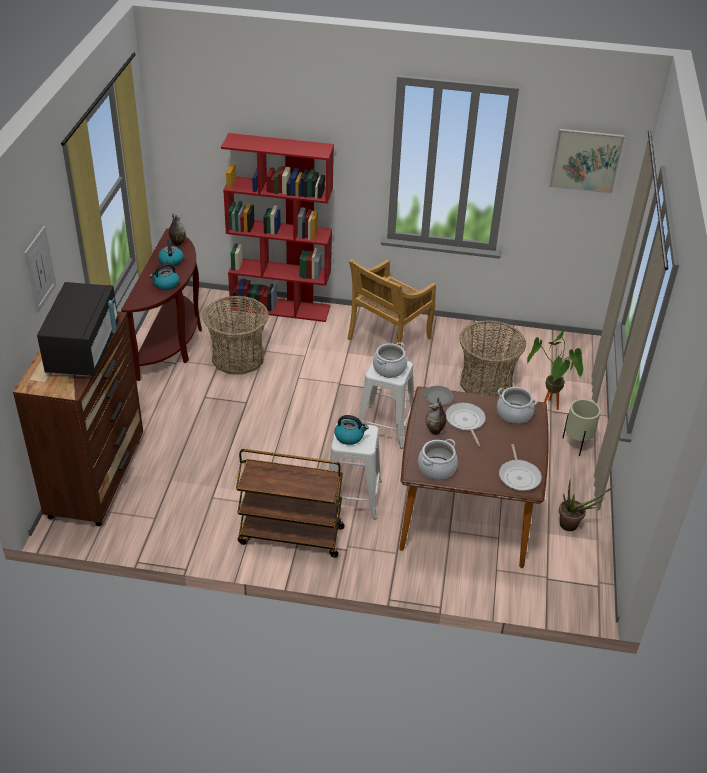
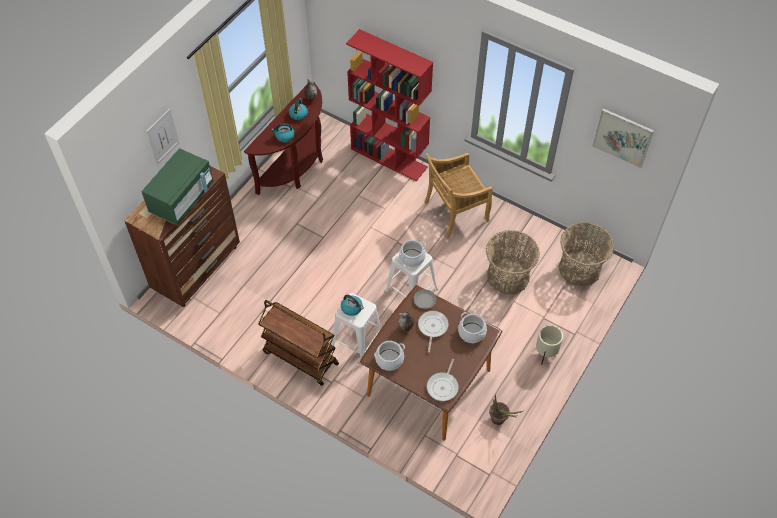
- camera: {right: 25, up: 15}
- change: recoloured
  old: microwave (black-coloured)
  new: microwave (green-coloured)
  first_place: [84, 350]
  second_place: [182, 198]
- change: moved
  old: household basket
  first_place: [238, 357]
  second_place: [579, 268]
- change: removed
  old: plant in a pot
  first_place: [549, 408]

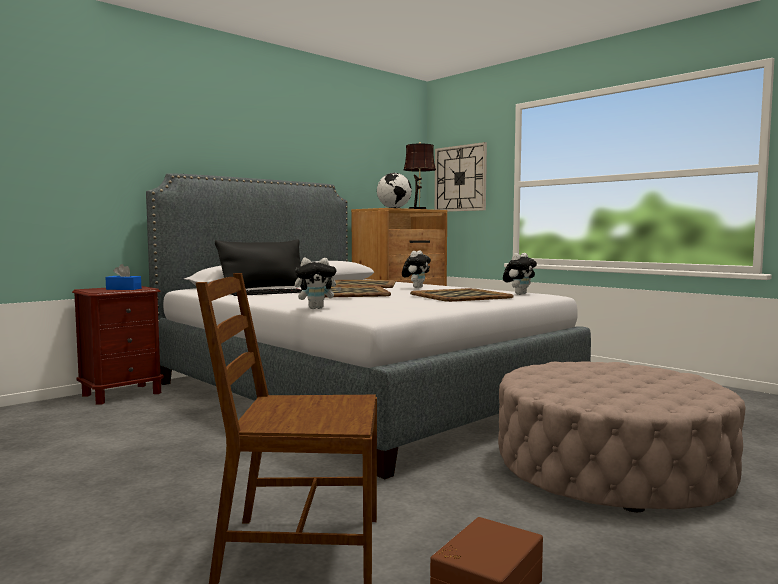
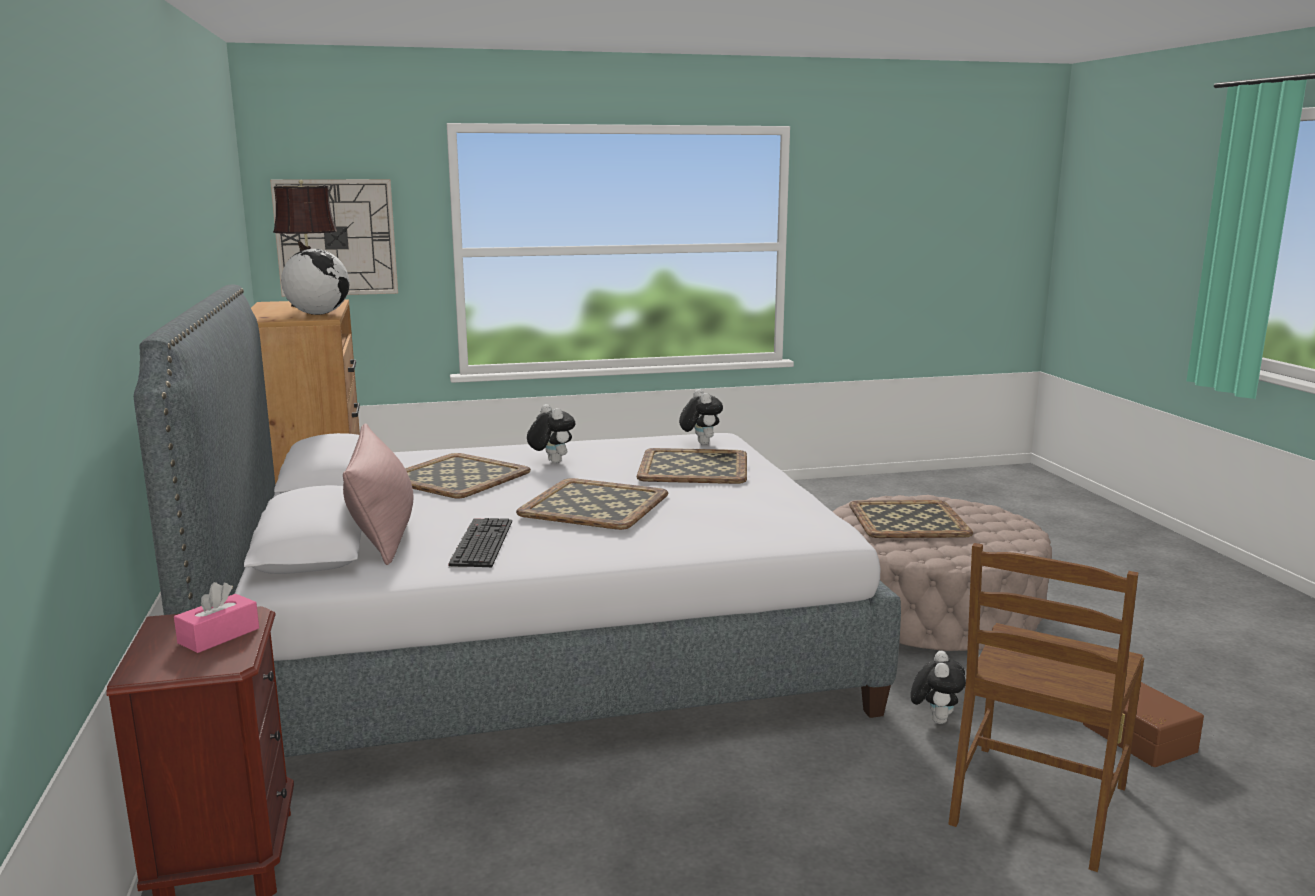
- camera: {right: -60, up: 10}
- change: recoloured
  old: box of tissues (blue)
  new: box of tissues (pink)
  first_place: [123, 289]
  second_place: [219, 636]
- change: recoloured
  old: pillow (black-coloured)
  new: pillow (pink)
  first_place: [264, 288]
  second_place: [382, 532]
- change: moved
  old: cuddly toy
  first_place: [317, 308]
  second_place: [935, 719]
- change: added
  new: carrying tray
  second_place: [909, 520]

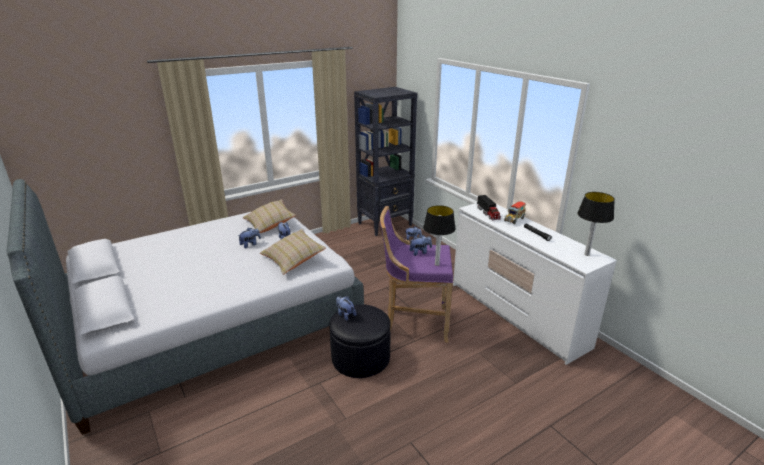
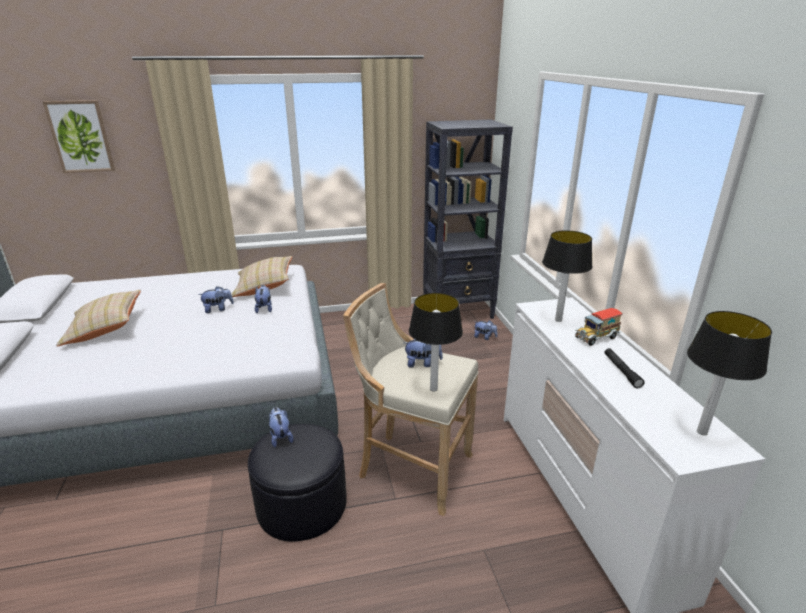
- camera: {right: 20, up: 0}
- change: moved
  old: pillow (sand-coloured)
  first_place: [293, 260]
  second_place: [105, 329]
- change: recoloured
  old: sitting stool (purplish)
  new: sitting stool (sand-coloured)
  first_place: [414, 323]
  second_place: [411, 468]
- change: replaced
  old: toy lorry
  new: tabletop lamp
  first_place: [488, 213]
  second_place: [558, 320]
- change: added
  new: wall art
  second_place: [81, 136]

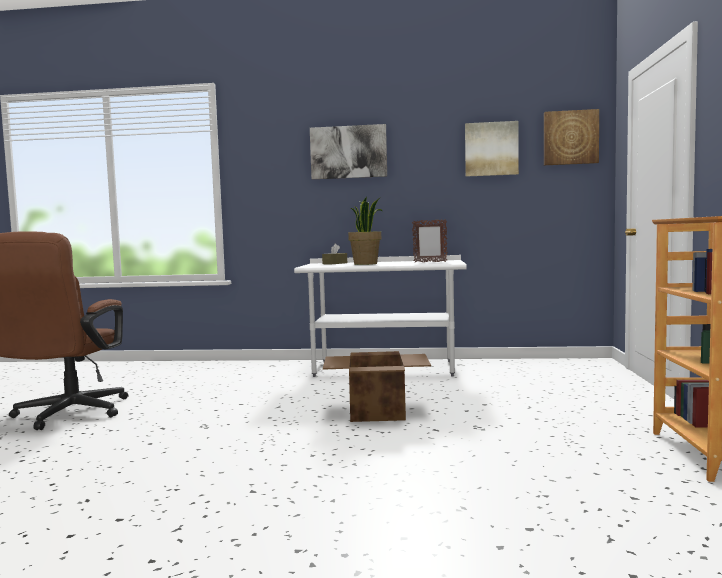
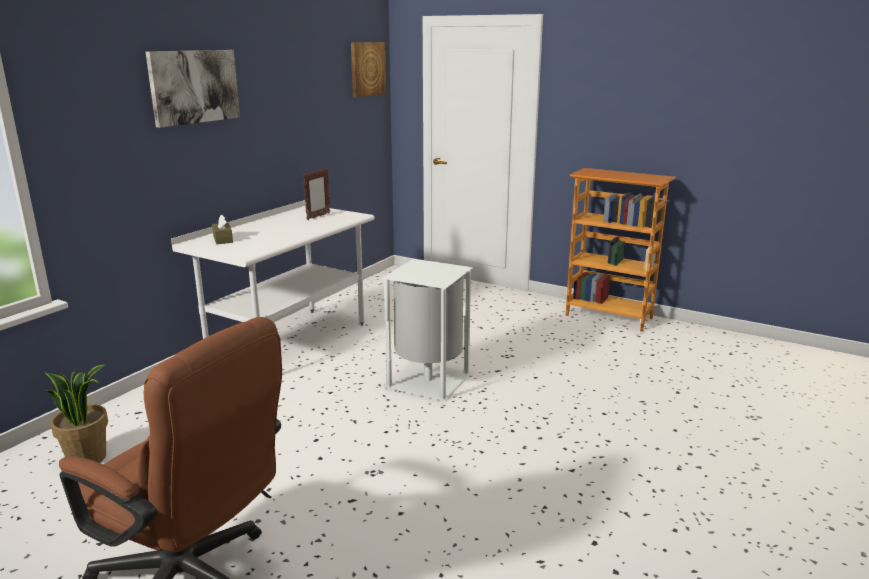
- camera: {right: -65, up: 15}
- change: replaced
  old: packing box
  new: rubbish bin (white)
  first_place: [378, 412]
  second_place: [430, 380]
- change: moved
  old: plant in a pot
  first_place: [366, 264]
  second_place: [88, 458]
- change: removed
  old: wall art
  first_place: [491, 149]

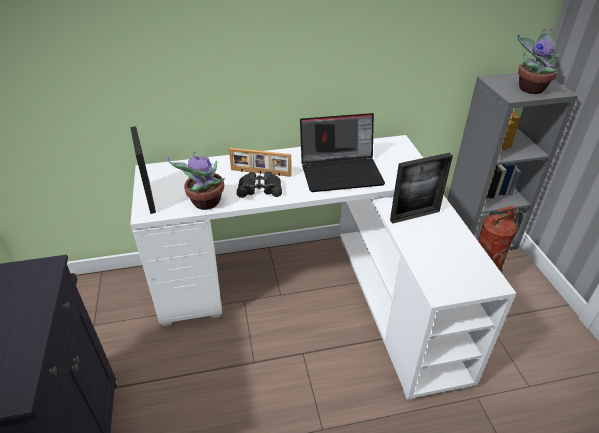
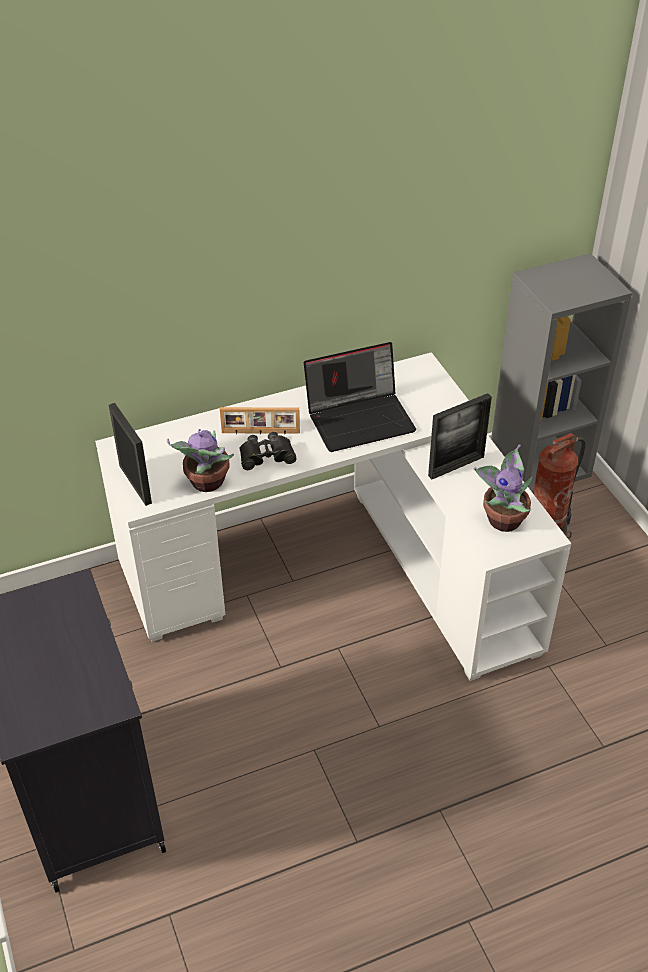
- camera: {right: -10, up: 5}
- change: moved
  old: plant in a pot
  first_place: [530, 88]
  second_place: [502, 518]

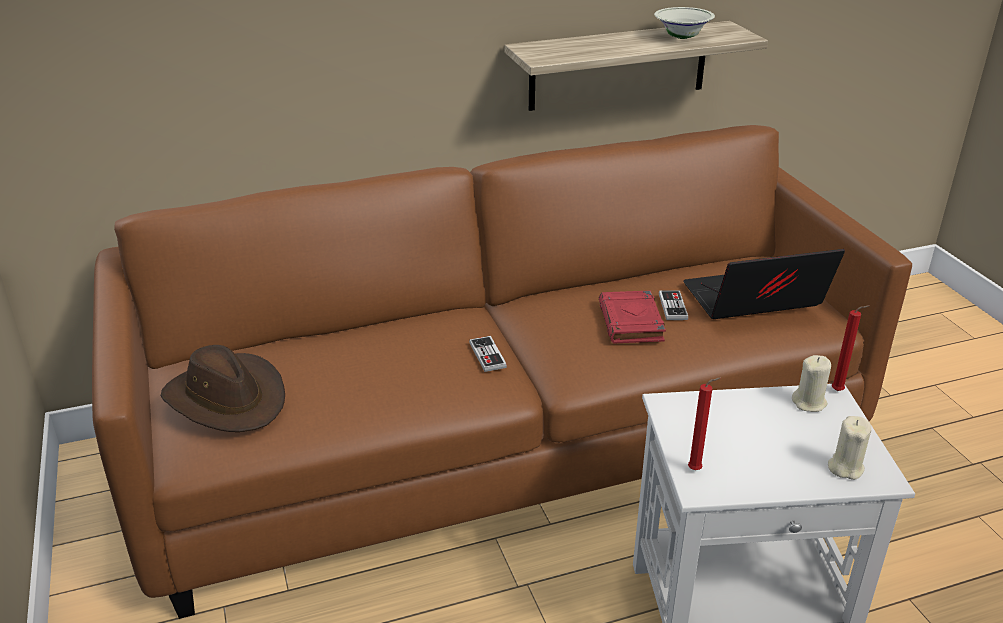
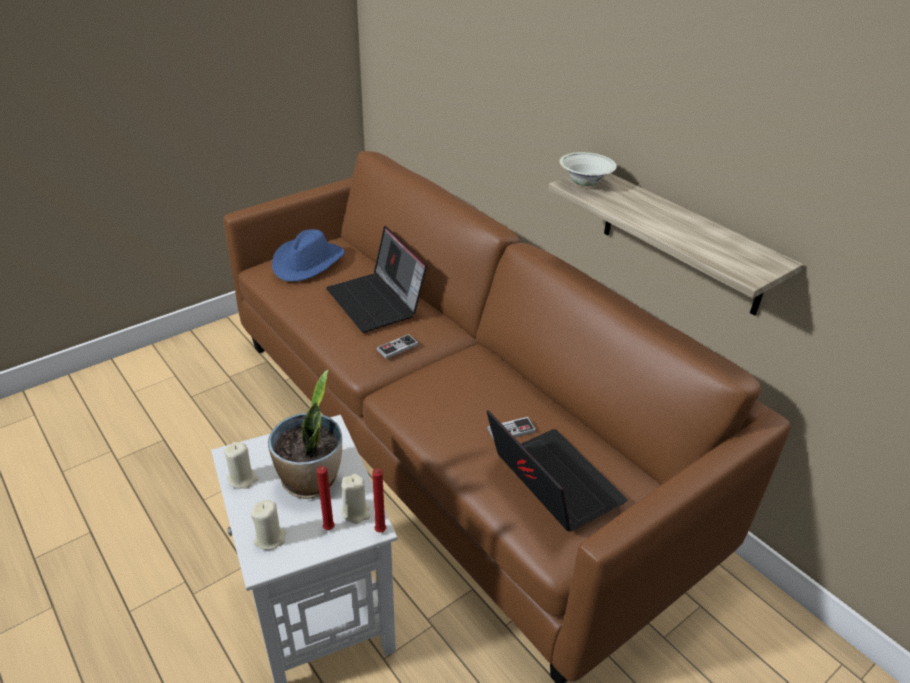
- camera: {right: 70, up: 5}
- change: recoloured
  old: wearable hat (brown)
  new: wearable hat (blue)
  first_place: [227, 398]
  second_place: [308, 262]
- change: removed
  old: volume (red-coloured)
  first_place: [631, 323]
- change: moved
  old: deep dish (white)
  first_place: [682, 37]
  second_place: [585, 183]
- change: moved
  old: wax candle (red-coloured)
  first_place: [697, 470]
  second_place: [329, 530]
- change: added
  new: wax candle (sand-coloured)
  second_place: [243, 479]
- change: added
  new: plant in a pot
  second_place: [311, 480]
- change: added
  new: portable computer
  second_place: [377, 302]

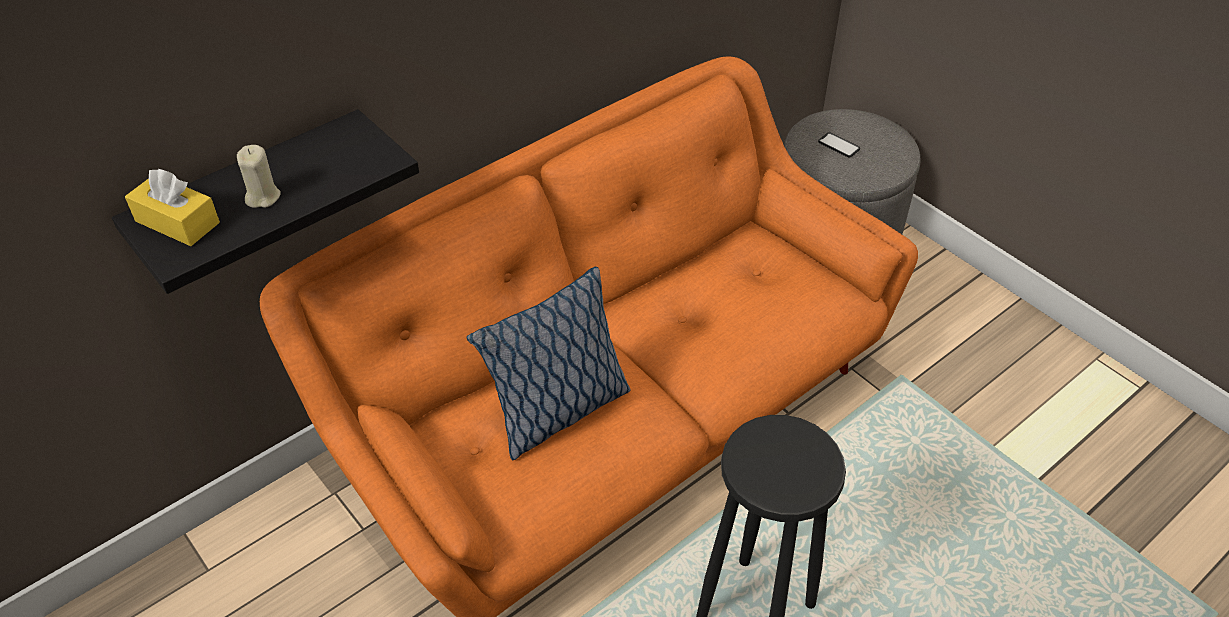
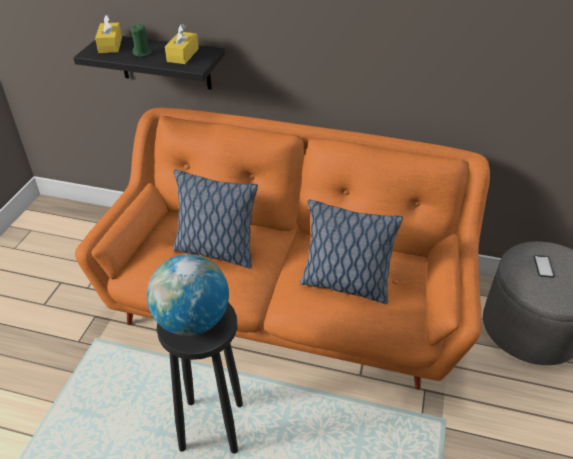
- camera: {right: 55, up: -5}
- change: recoloured
  old: wax candle (sand-coloured)
  new: wax candle (green-coloured)
  first_place: [262, 197]
  second_place: [142, 53]
- change: added
  new: globe
  second_place: [192, 321]
- change: added
  new: box of tissues (yellow)
  second_place: [183, 55]
- change: added
  new: pillow
  second_place: [344, 284]

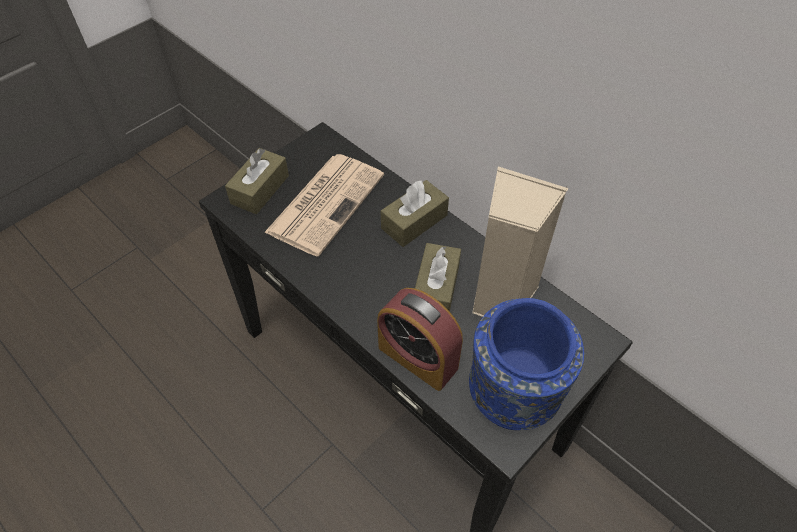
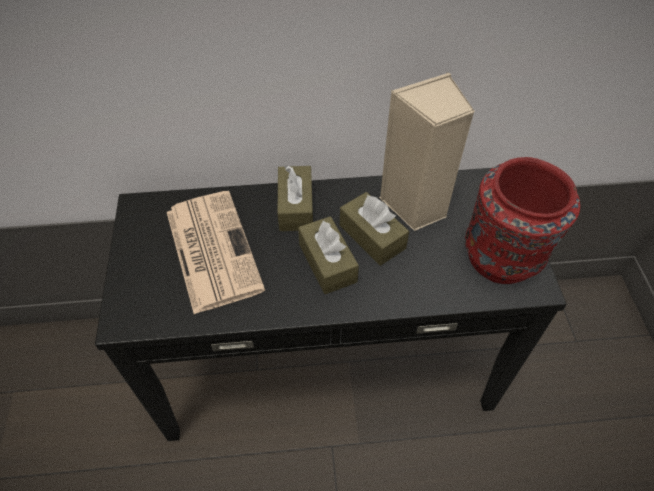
- camera: {right: -50, up: 0}
- change: moved
  old: box of tissues (brown)
  first_place: [260, 189]
  second_place: [327, 263]
- change: removed
  old: bedside clock
  first_place: [418, 357]
- change: recoloured
  old: vase (blue)
  new: vase (red-coloured)
  first_place: [512, 397]
  second_place: [503, 257]

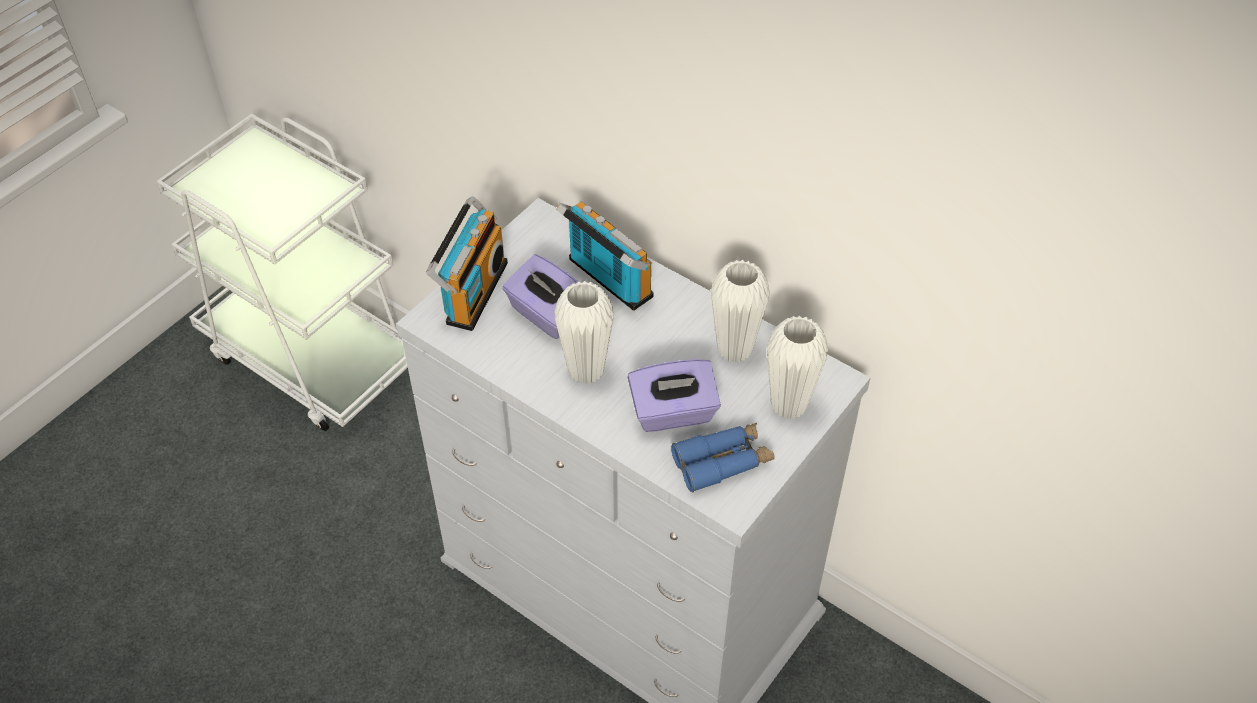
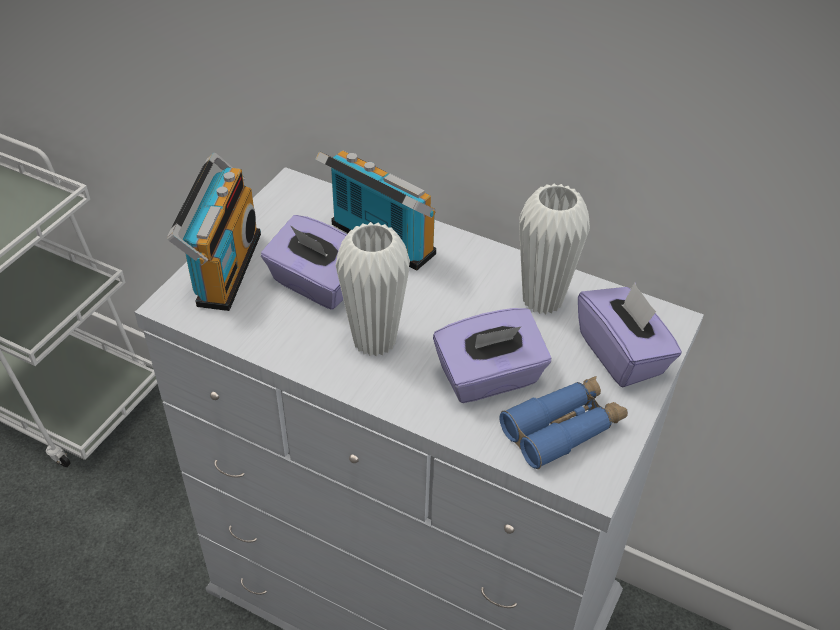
- camera: {right: -10, up: -5}
- change: replaced
  old: vase (white)
  new: box of tissues (purplish)
  first_place: [788, 405]
  second_place: [622, 354]

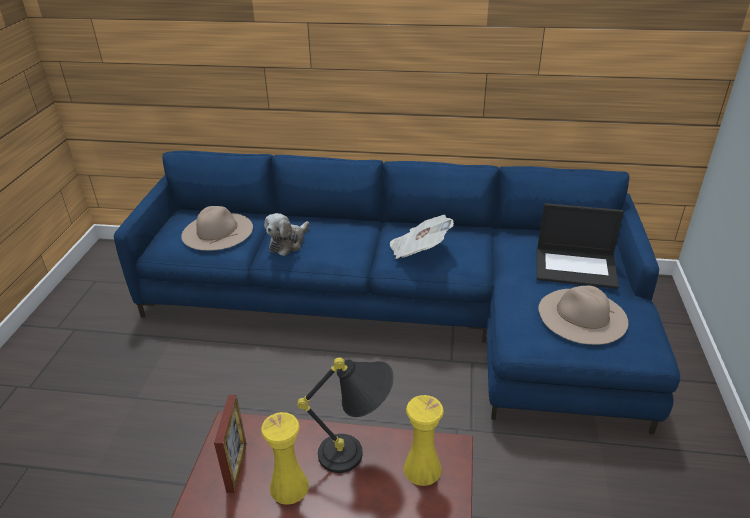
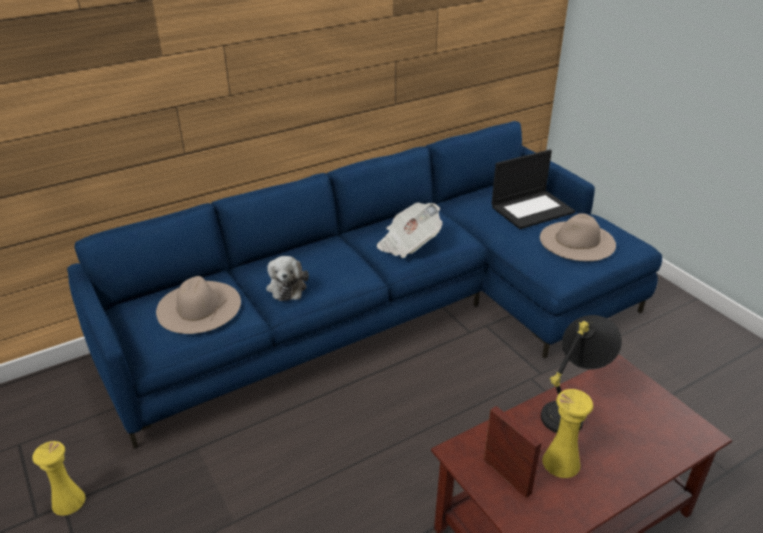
- camera: {right: -40, up: 0}
- change: moved
  old: vase (yellow)
  first_place: [422, 469]
  second_place: [68, 501]

